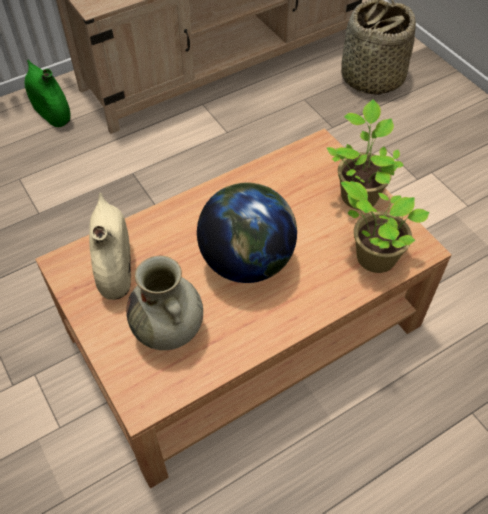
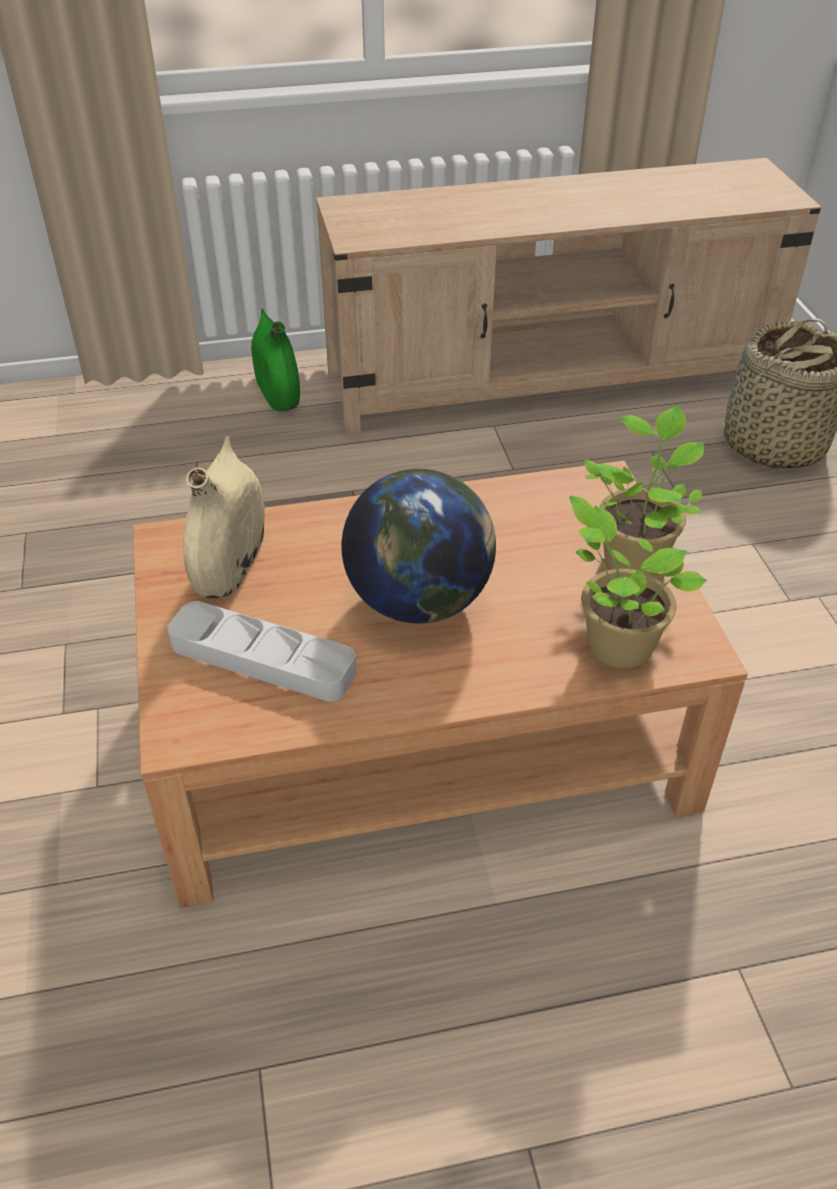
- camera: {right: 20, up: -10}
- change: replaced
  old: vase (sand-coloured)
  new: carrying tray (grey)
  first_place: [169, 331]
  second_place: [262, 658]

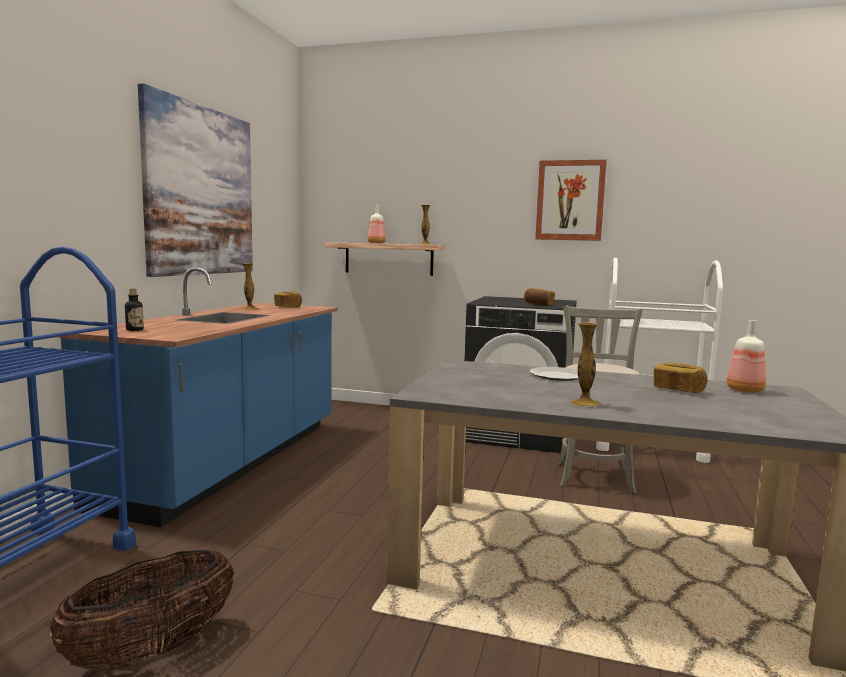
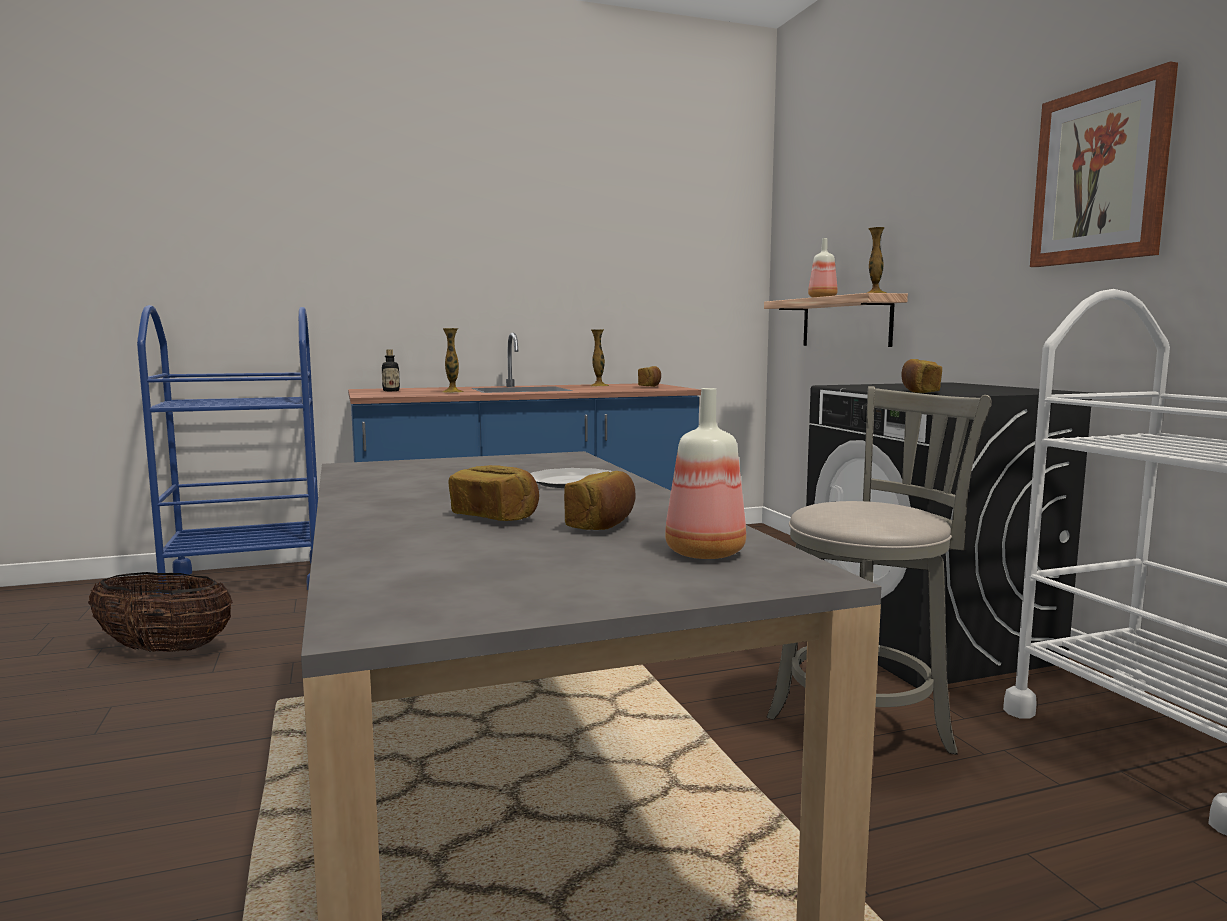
- camera: {right: 55, up: 0}
- change: removed
  old: wall art
  first_place: [201, 191]
- change: moved
  old: vase
  first_place: [585, 403]
  second_place: [452, 392]
- change: added
  new: baked bread
  second_place: [495, 517]

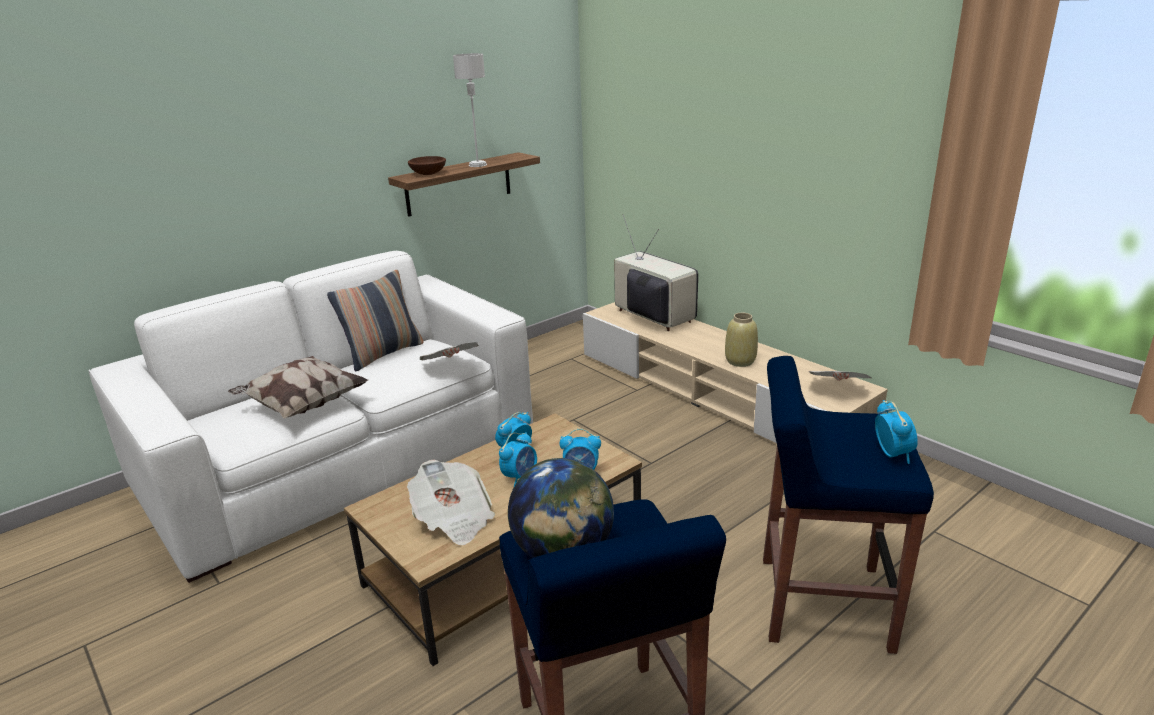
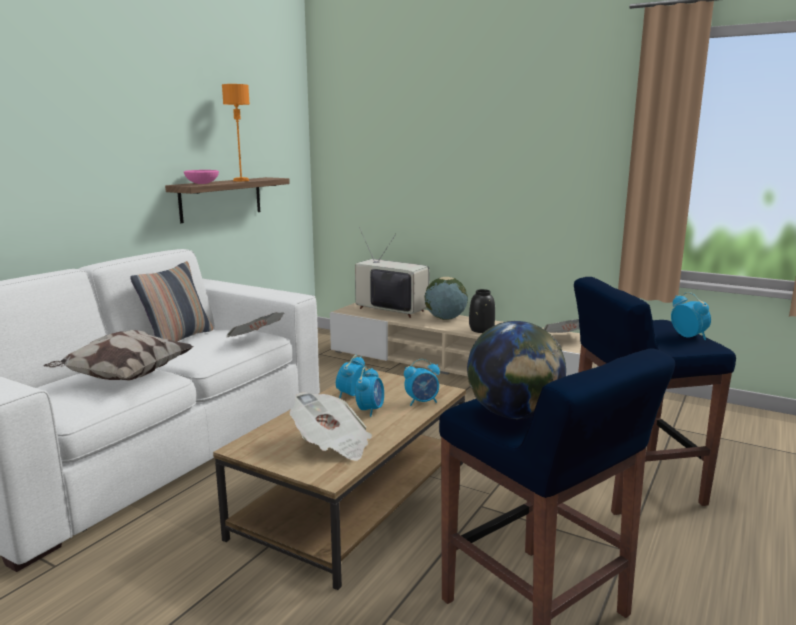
- camera: {right: -20, up: -10}
- change: recoloured
  old: deep dish (brown)
  new: deep dish (pink)
  first_place: [428, 173]
  second_place: [202, 183]
- change: recoloured
  old: tabletop lamp (grey)
  new: tabletop lamp (orangey)
  first_place: [477, 165]
  second_place: [241, 180]
- change: recoloured
  old: vase (sand-coloured)
  new: vase (black-coloured)
  first_place: [739, 361]
  second_place: [481, 330]
- change: added
  new: globe
  second_place: [445, 318]

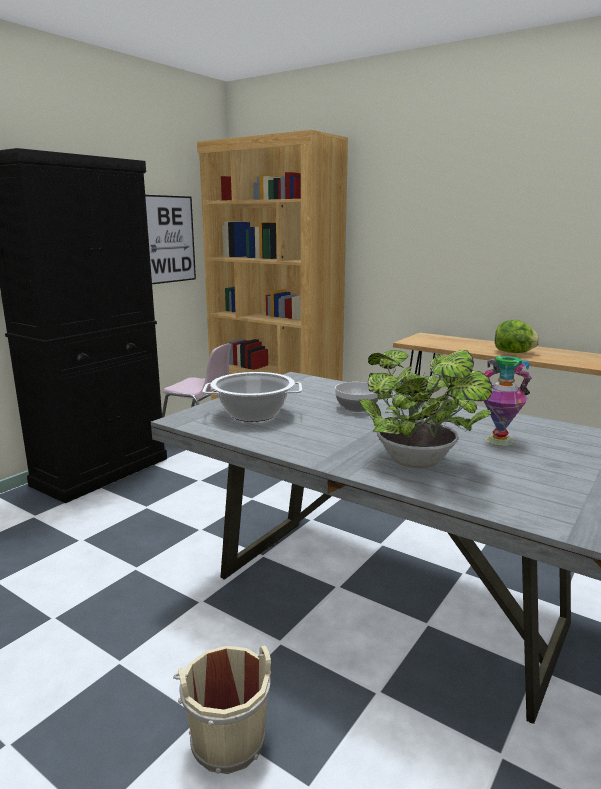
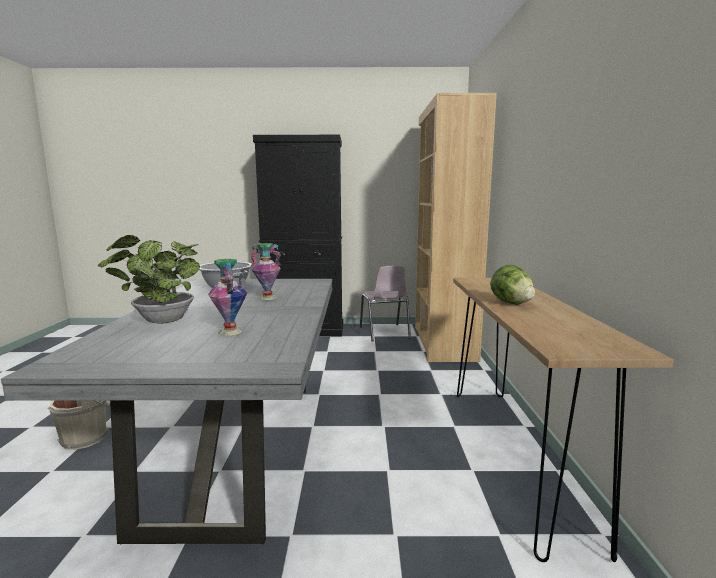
- camera: {right: 55, up: -5}
- change: removed
  old: wall art
  first_place: [169, 239]
- change: replaced
  old: deep dish
  new: vase
  first_place: [356, 407]
  second_place: [267, 298]

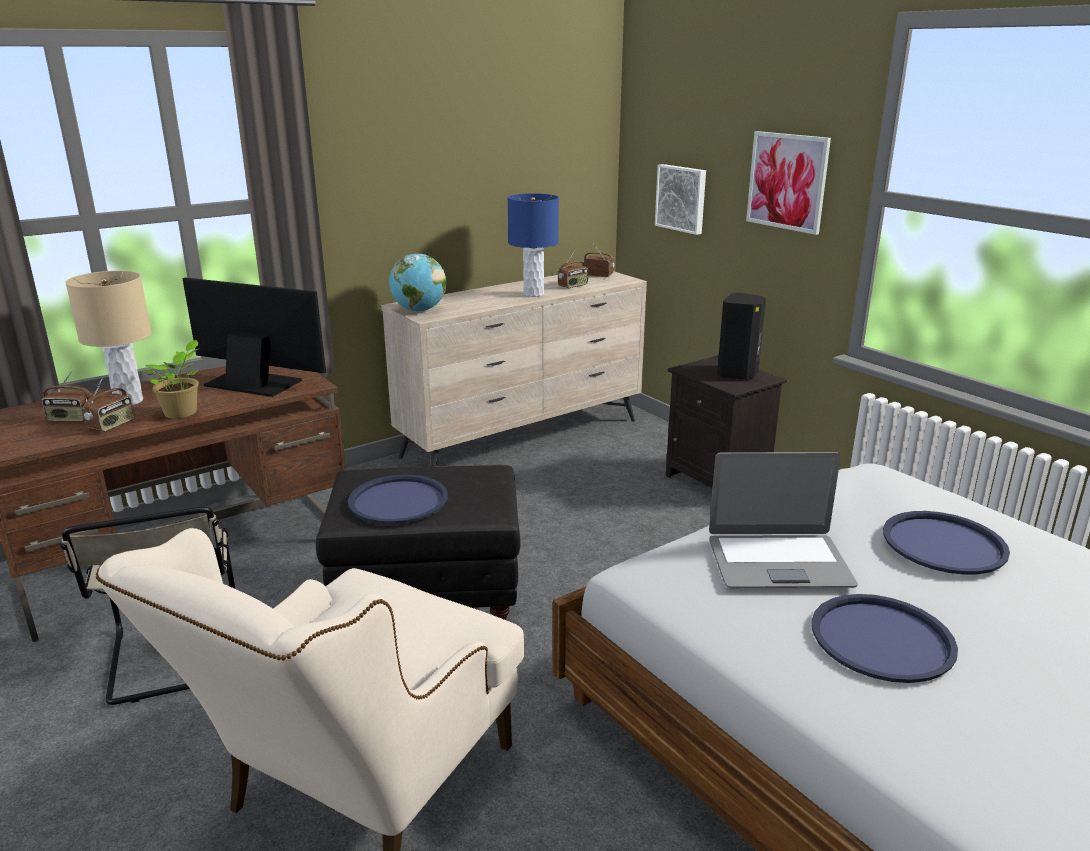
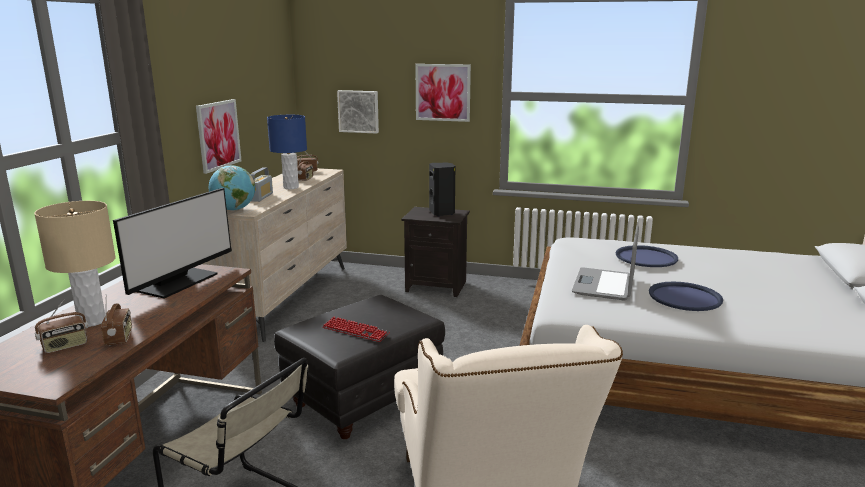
- camera: {right: -40, up: -5}
- change: removed
  old: plant in a pot
  first_place: [183, 413]
- change: turned
  old: computer screen
  first_place: [254, 382]
  second_place: [178, 282]
  degrees: 135
- change: replaced
  old: carrying tray (blue)
  new: PC keyboard
  first_place: [398, 500]
  second_place: [355, 331]
- change: turned
  old: portable computer
  first_place: [778, 562]
  second_place: [604, 285]
  degrees: 150
- change: added
  new: wall art
  second_place: [218, 135]
- change: added
  new: radio receiver
  second_place: [261, 197]

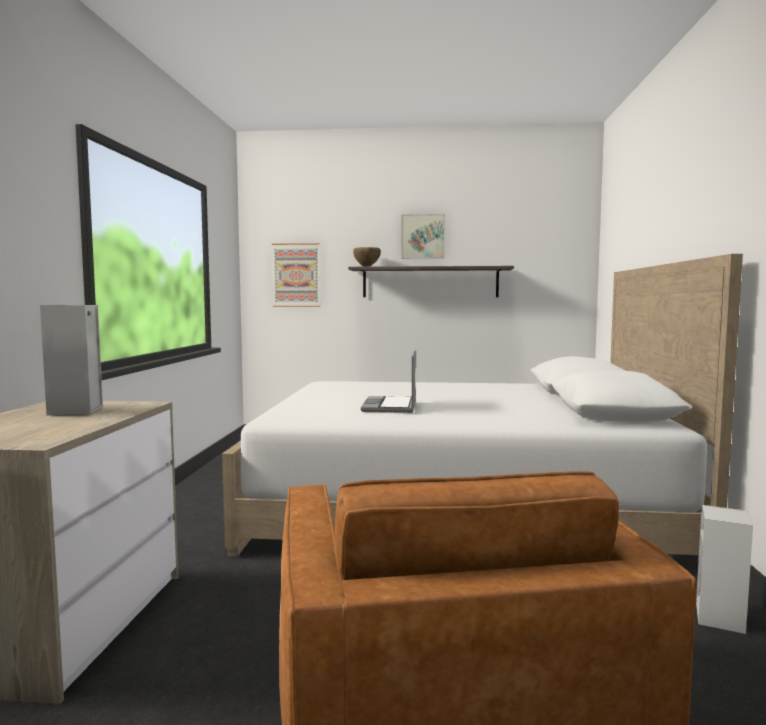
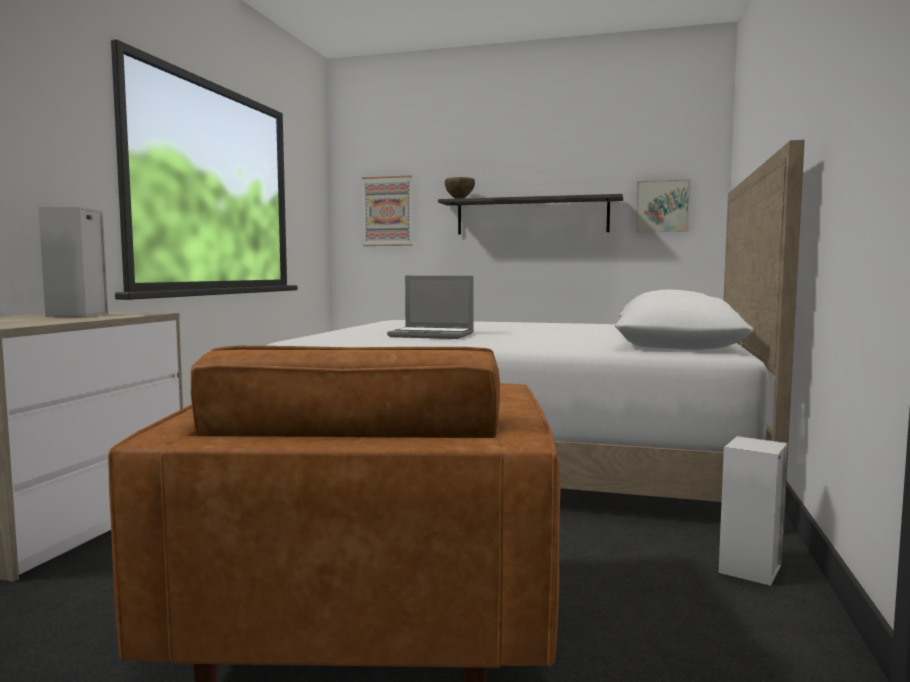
- camera: {right: 10, up: 0}
- change: turned
  old: portable computer
  first_place: [391, 406]
  second_place: [433, 335]
  degrees: -90
- change: moved
  old: wall art
  first_place: [423, 236]
  second_place: [662, 206]

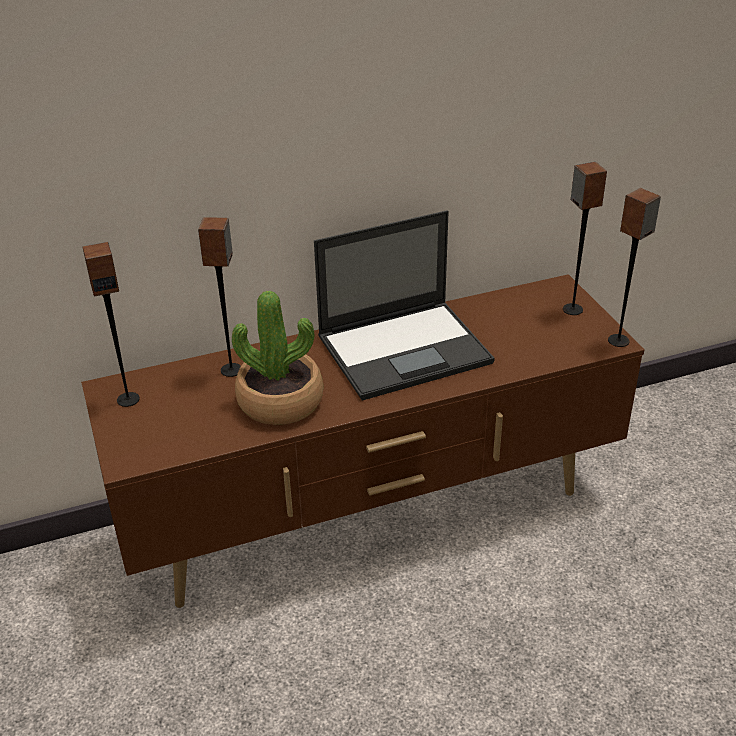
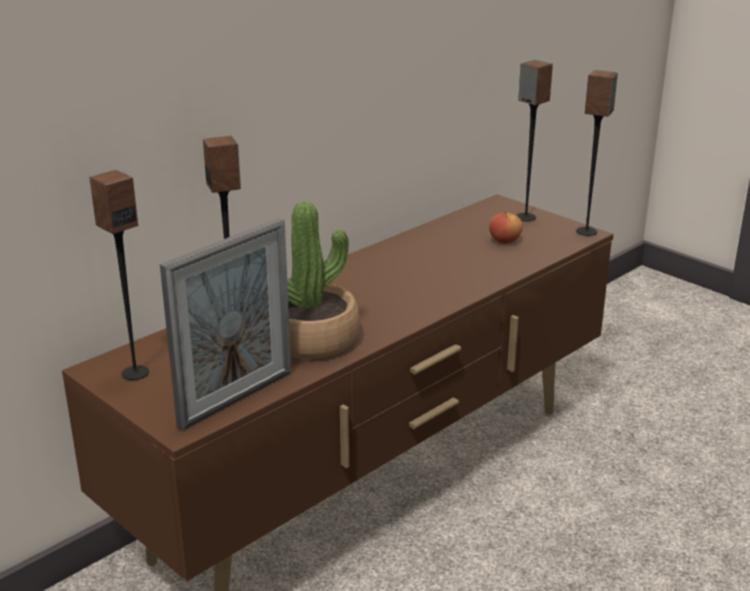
- camera: {right: -25, up: -10}
- change: removed
  old: portable computer
  first_place: [406, 349]
- change: added
  new: standing frame
  second_place: [236, 399]
- change: added
  new: whole apple
  second_place: [504, 240]

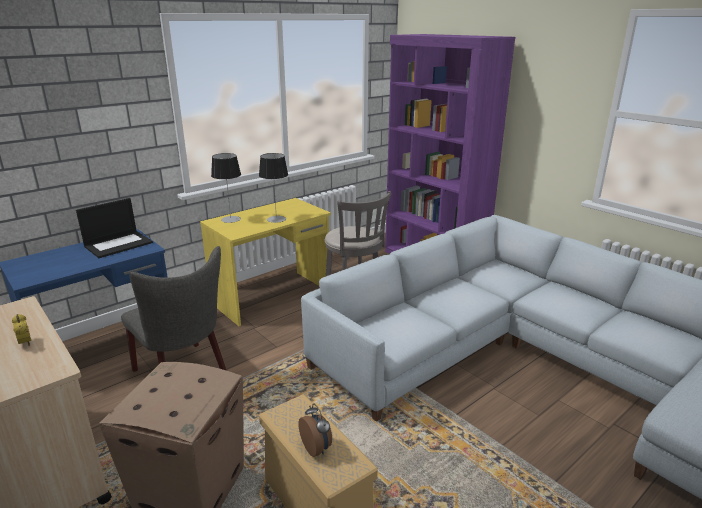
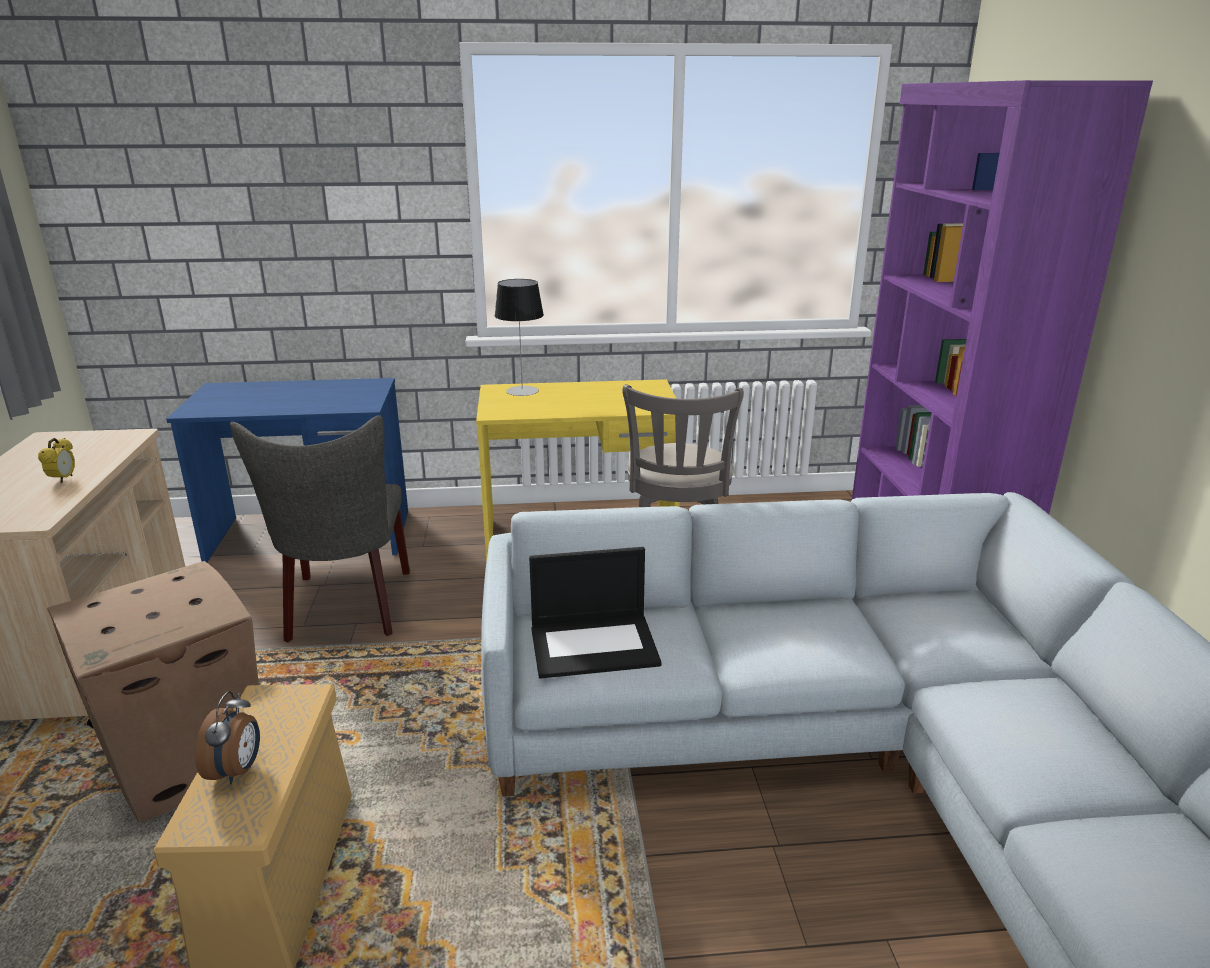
- camera: {right: 35, up: 0}
- change: moved
  old: portable computer
  first_place: [119, 244]
  second_place: [595, 645]
- change: removed
  old: tabletop lamp
  first_place: [276, 219]

